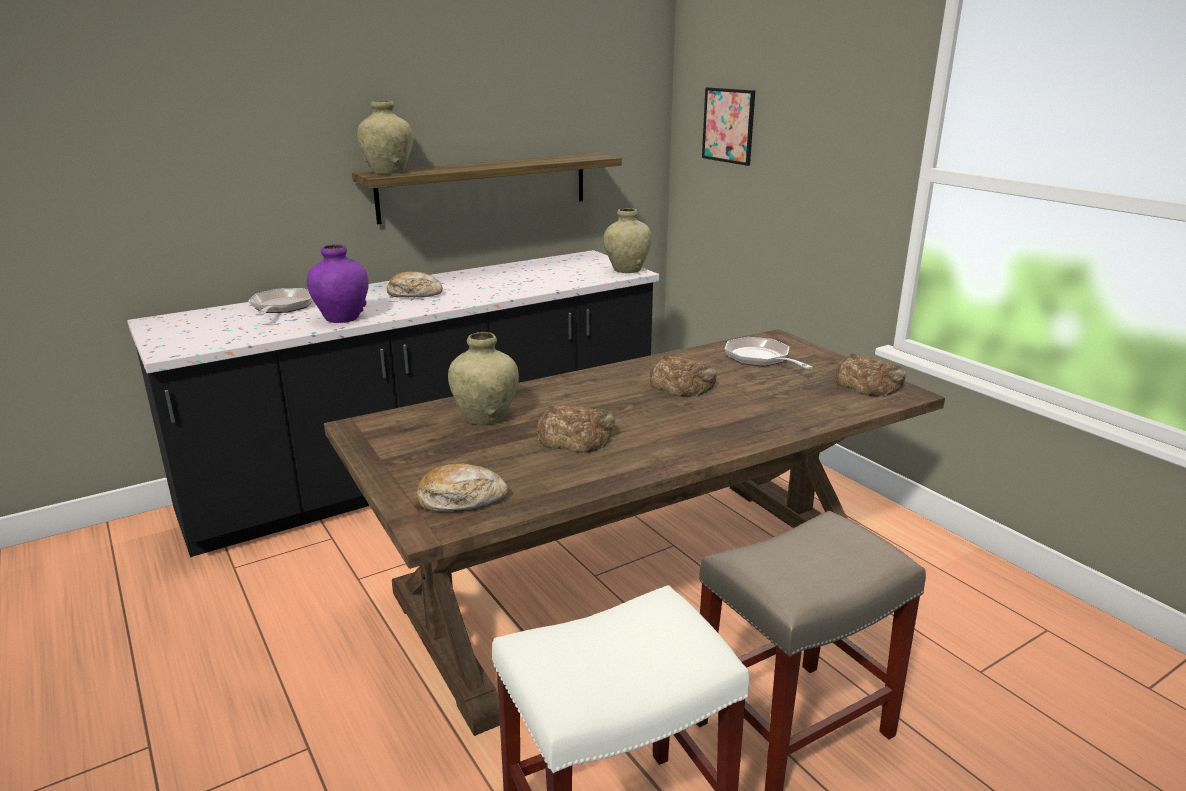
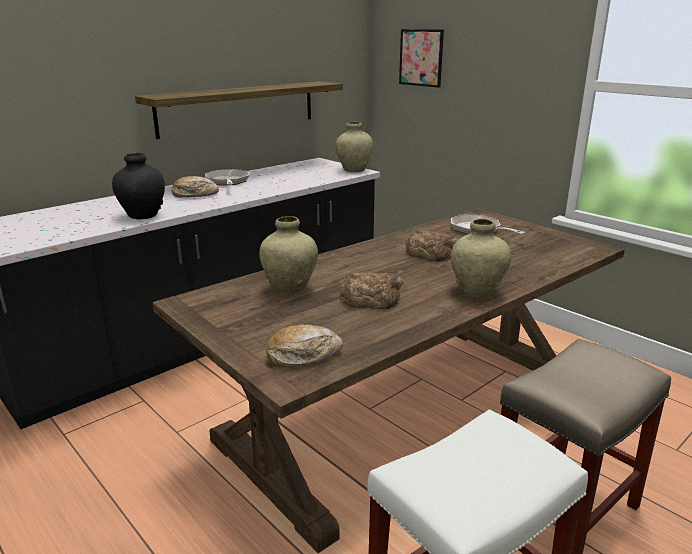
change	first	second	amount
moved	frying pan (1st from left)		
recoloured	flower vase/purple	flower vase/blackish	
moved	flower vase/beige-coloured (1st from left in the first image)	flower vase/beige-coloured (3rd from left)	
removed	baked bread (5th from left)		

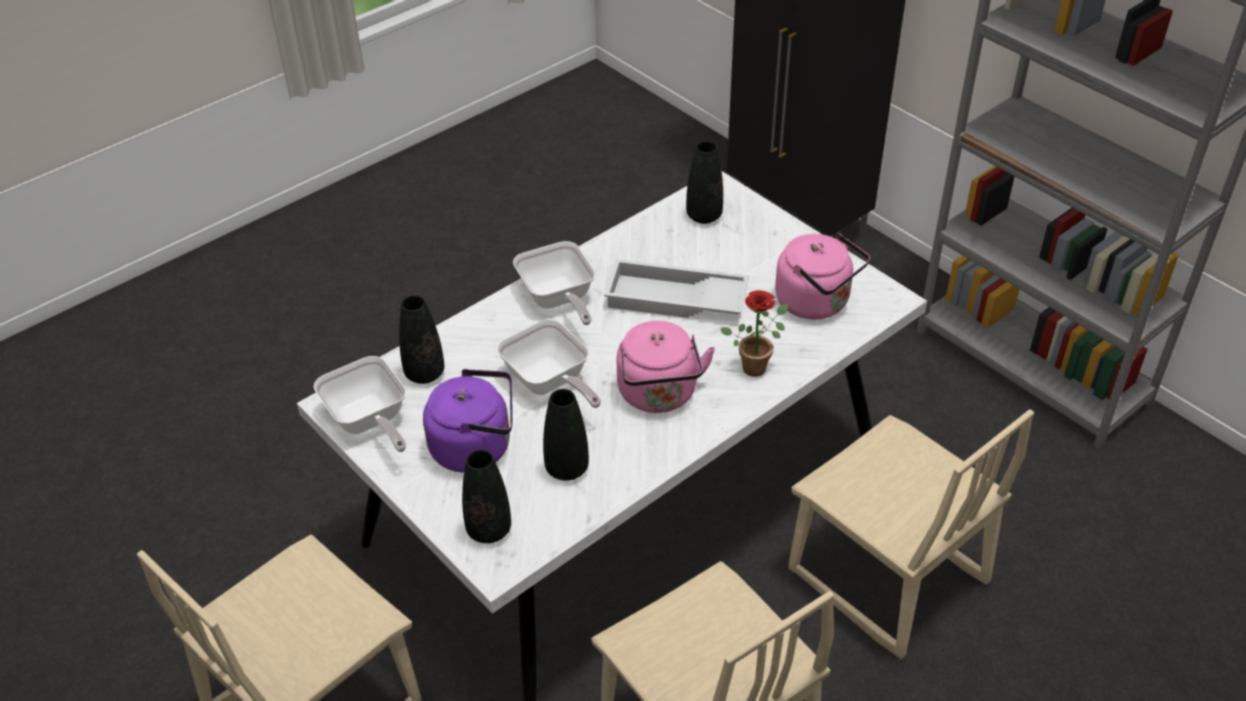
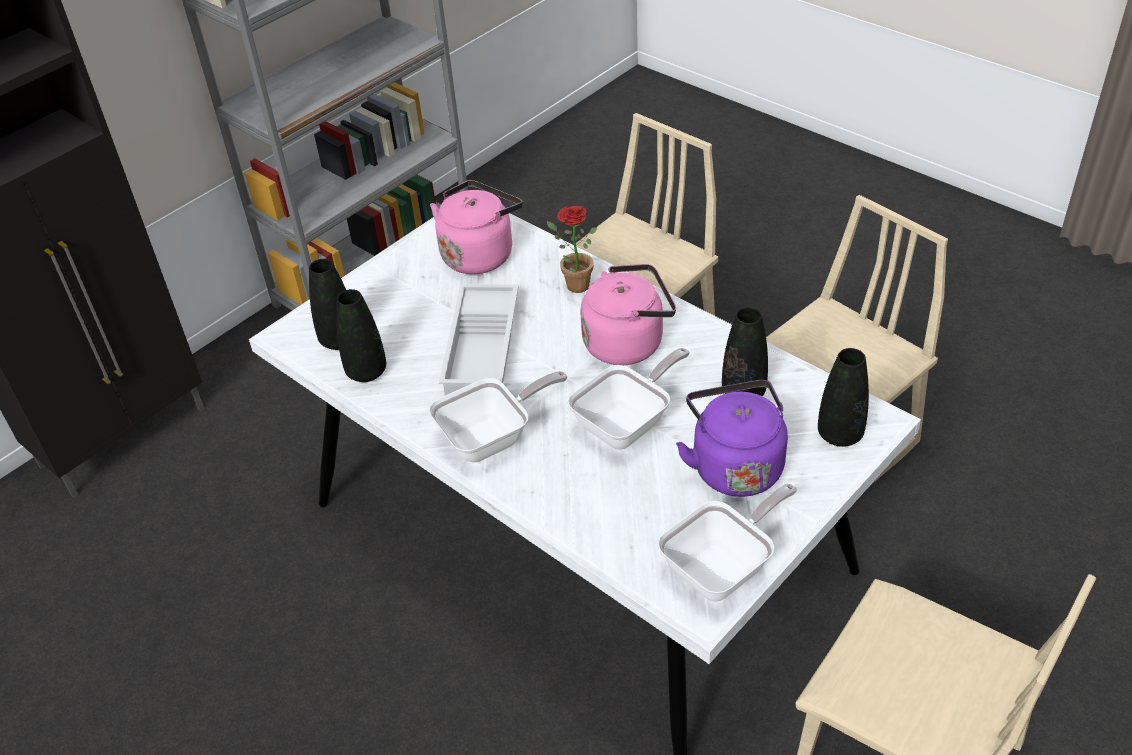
change	first	second	amount
moved	flower vase/blackish (1st from left in the first image)	flower vase/blackish (2nd from left)	

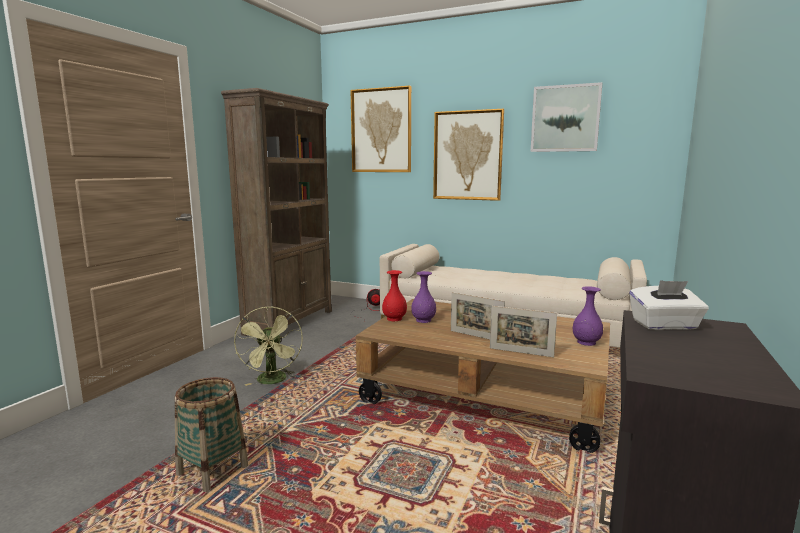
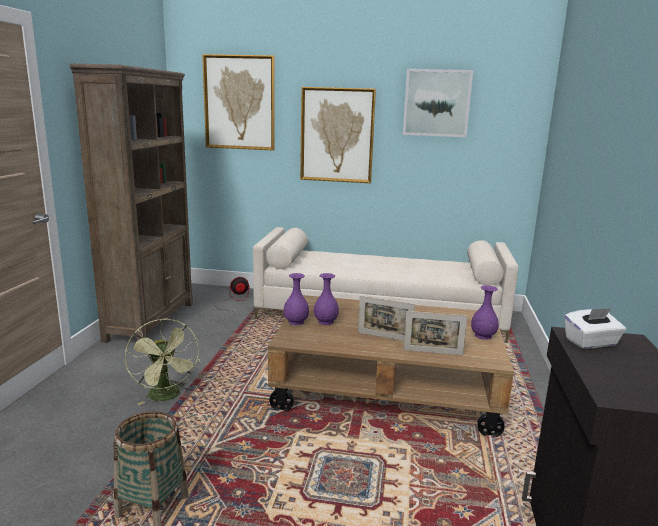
change	first	second	amount
recoloured	flower vase/reddish	flower vase/purple (1st from left)	

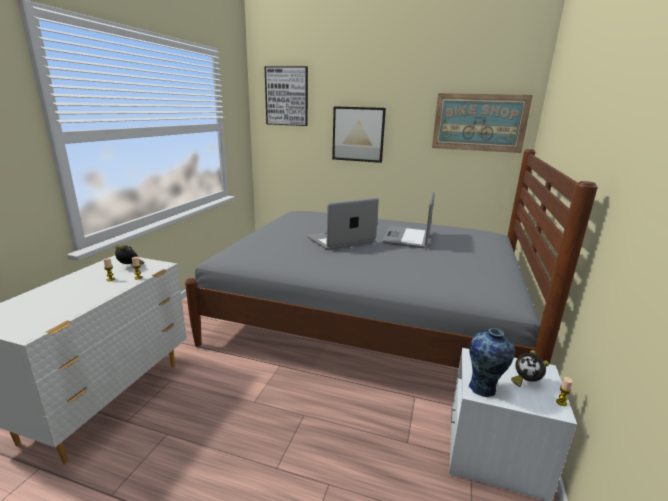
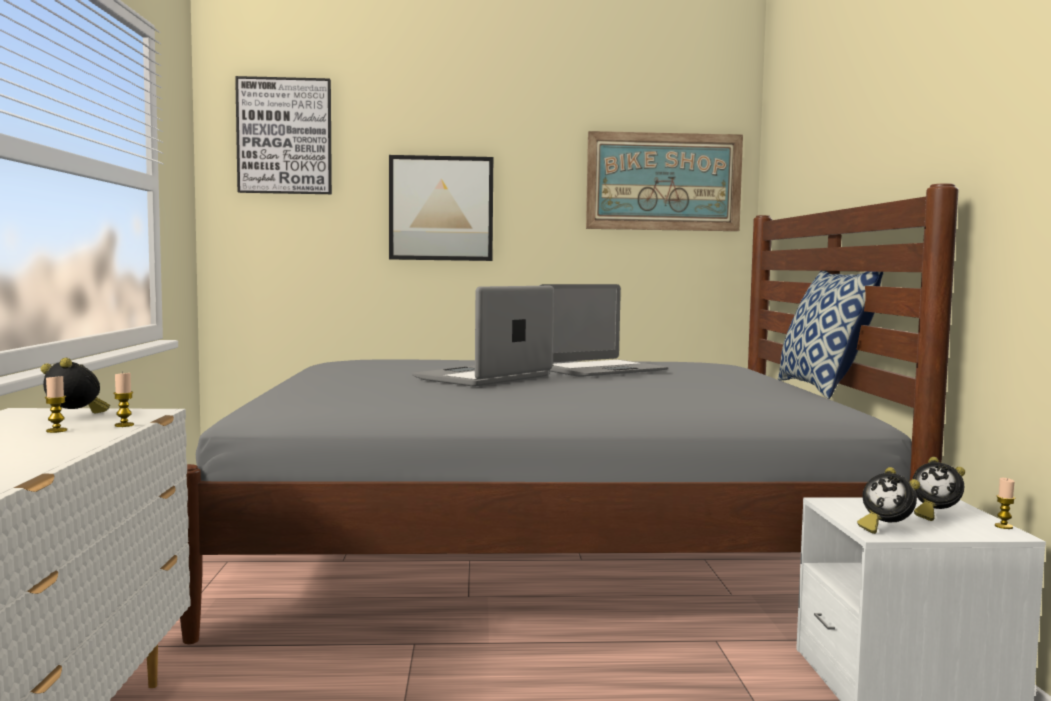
change	first	second	amount
turned	laptop (2nd from left)		120 degrees counterclockwise
replaced	flower vase	table clock (2nd from left)	
added		cushion	

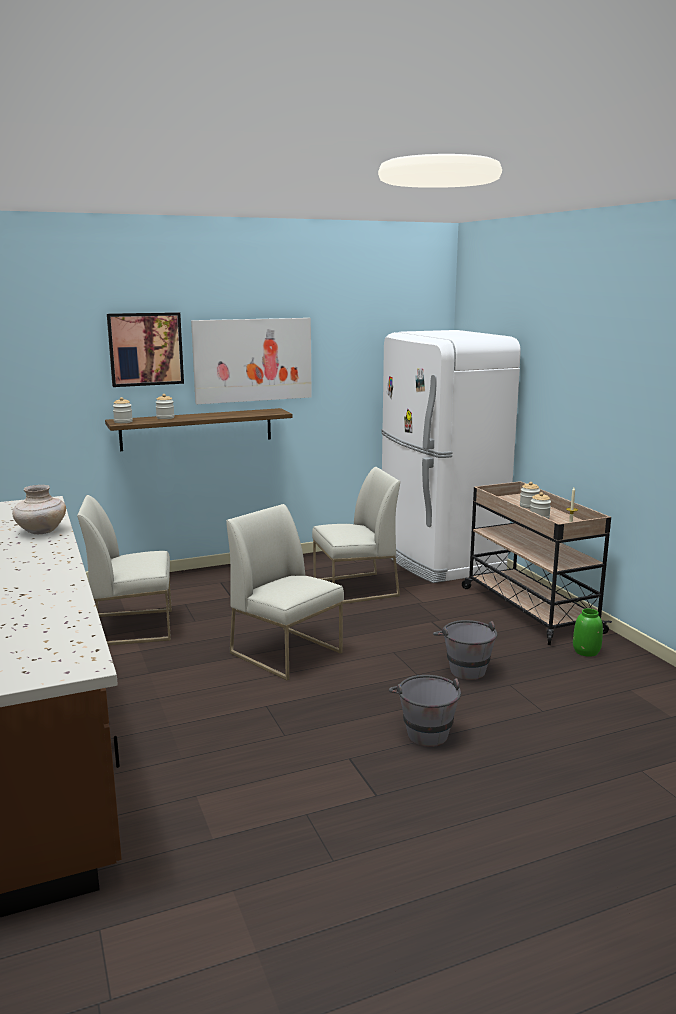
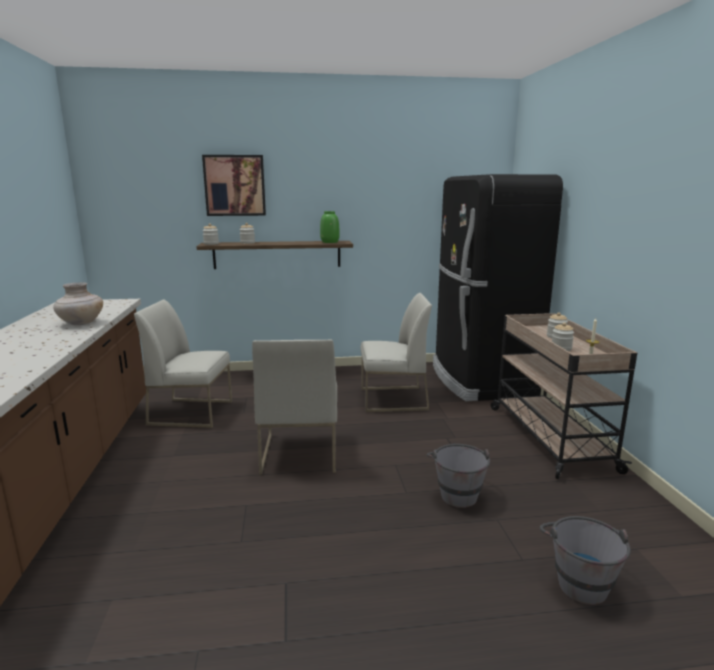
change	first	second	amount
removed	wall picture (2nd from left)		
turned	chair/white-coloured (2nd from left)		150 degrees counterclockwise
recoloured	refrigerator/white-coloured	refrigerator/blackish	
moved	water bucket/greyish (1st from left in the first image)	water bucket/greyish (2nd from left)	
moved	flower vase/greenish		

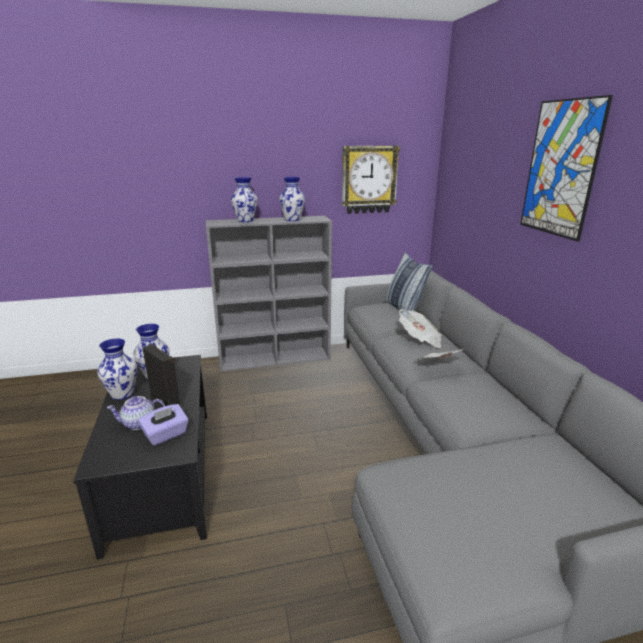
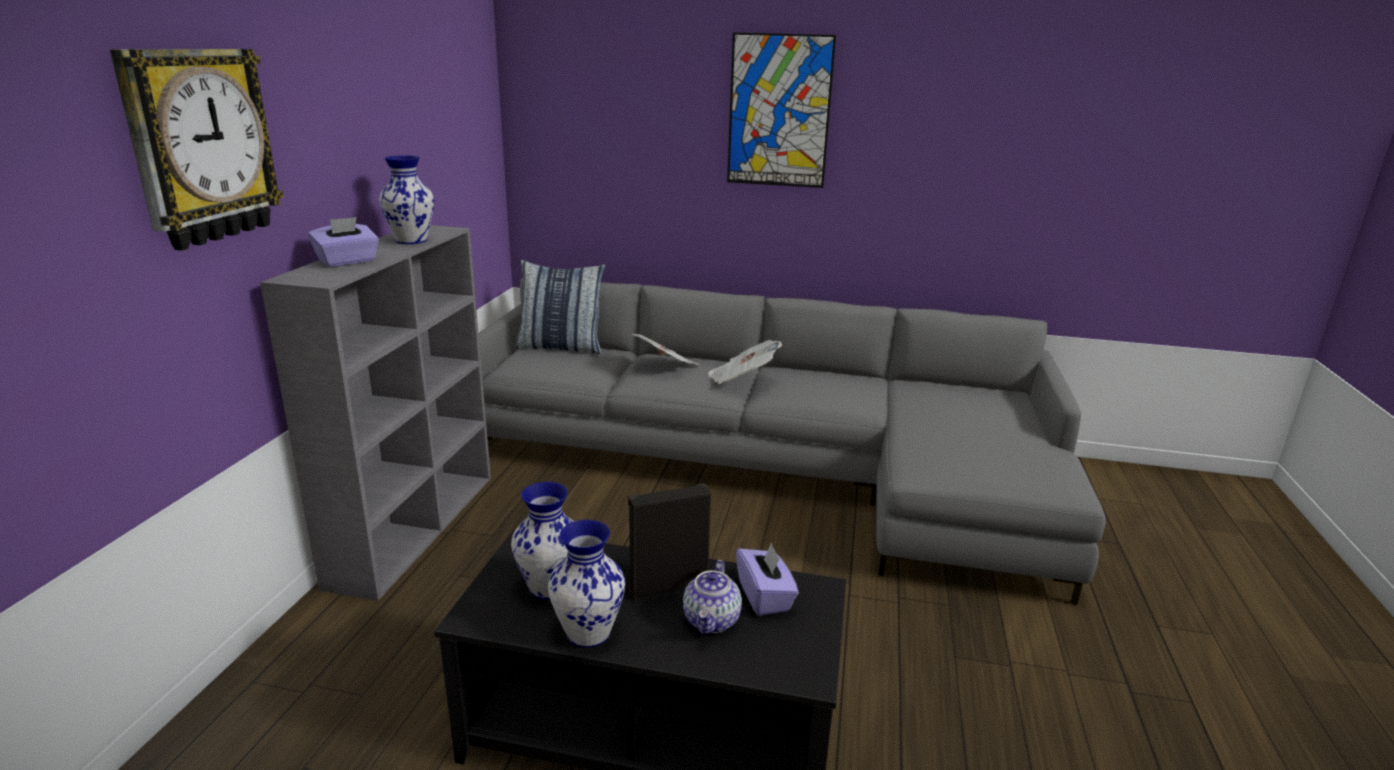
change	first	second	amount
replaced	flower vase (3rd from left)	tissue holder/purple (1st from left)	
moved	clock on the wall		

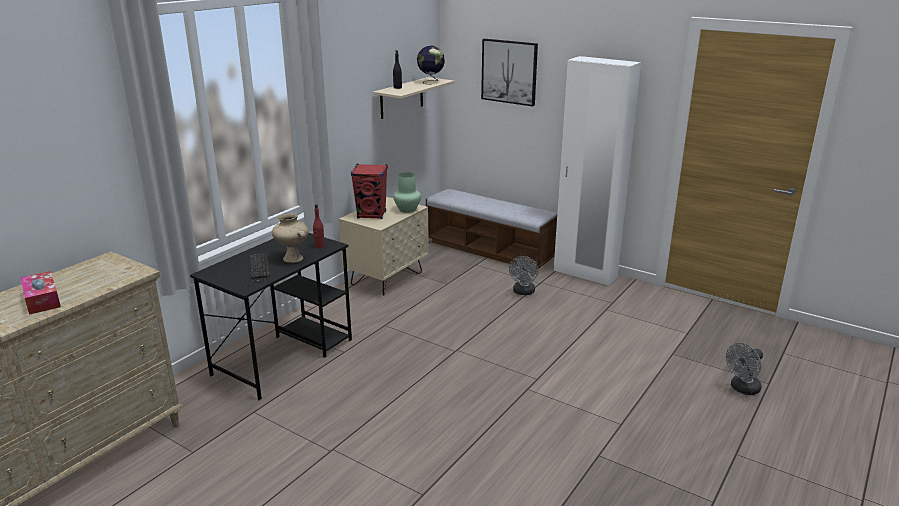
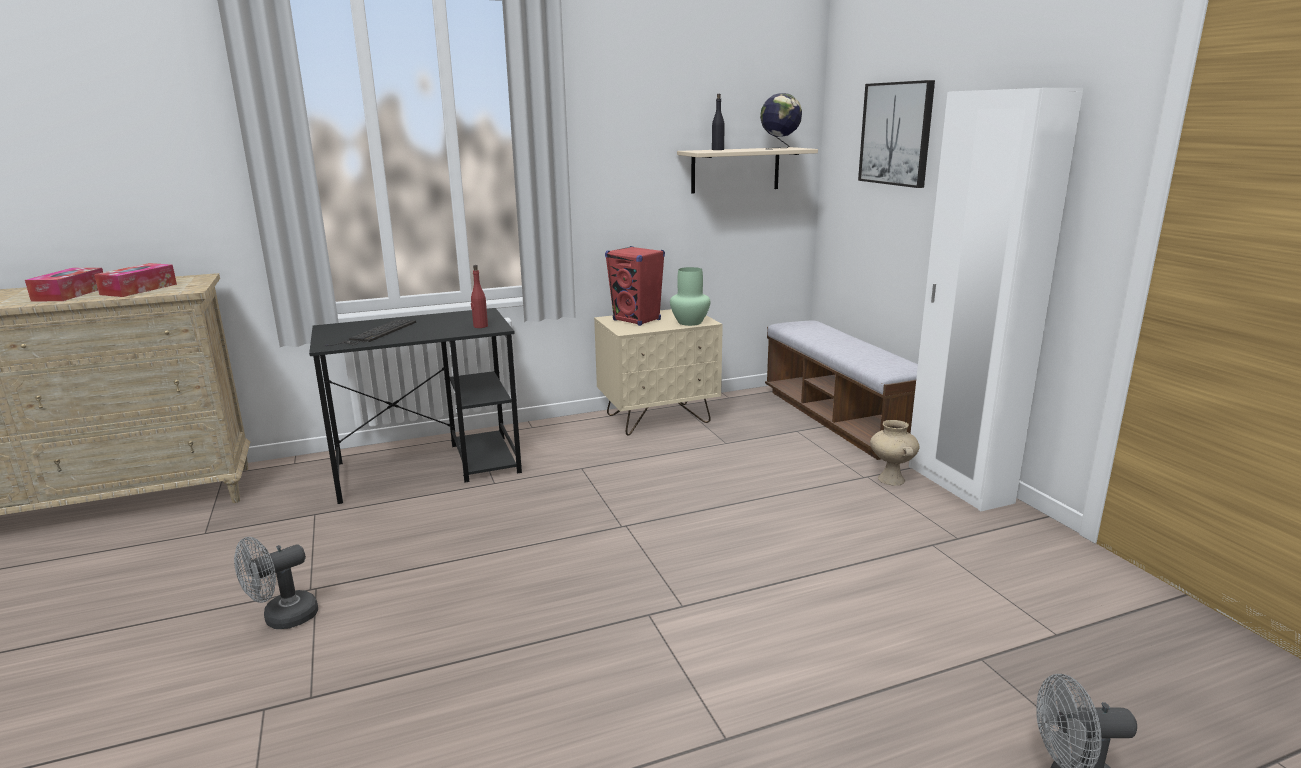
change	first	second	amount
moved	flower vase/beige-coloured		
moved	fan/greyish (1st from left)		
added		tissue holder (2nd from left)	

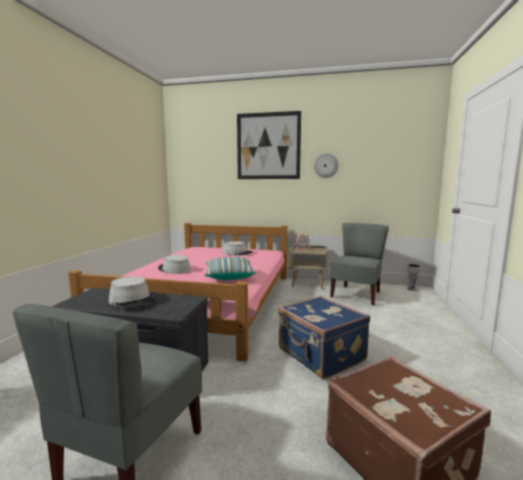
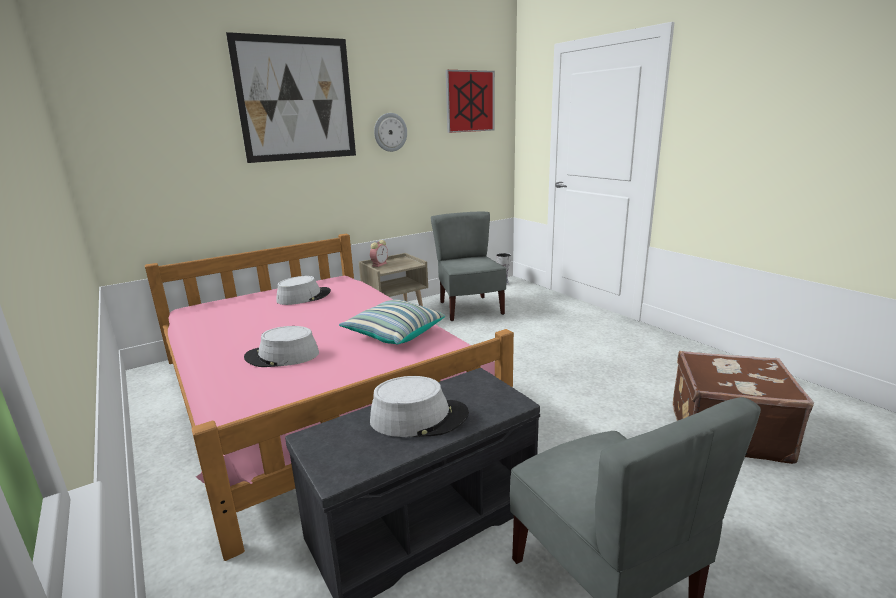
change	first	second	amount
removed	travel case/blue-coloured		
added		wall picture (2nd from left)	

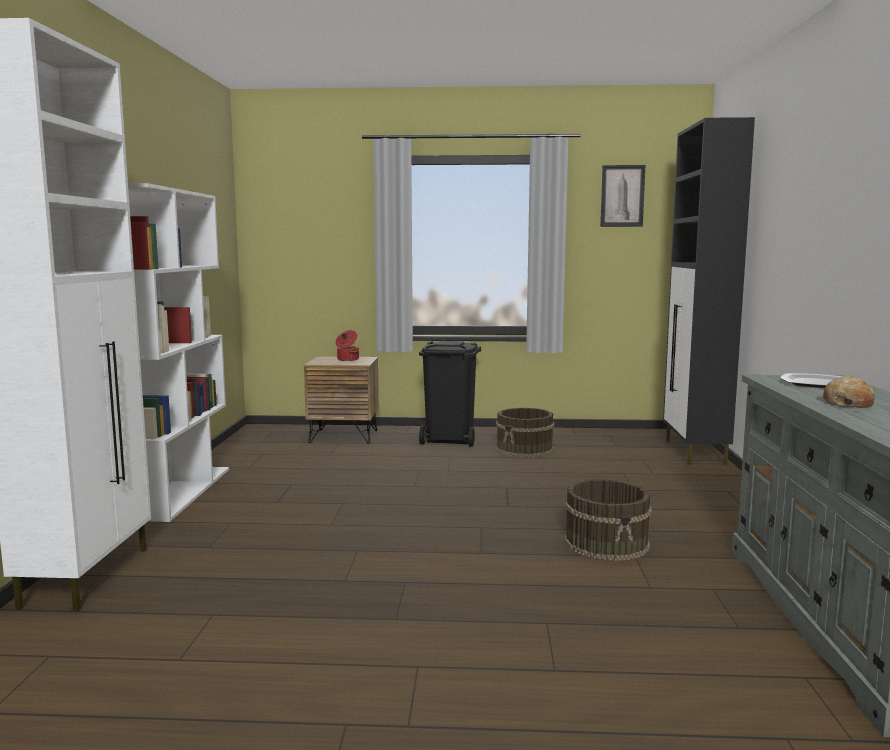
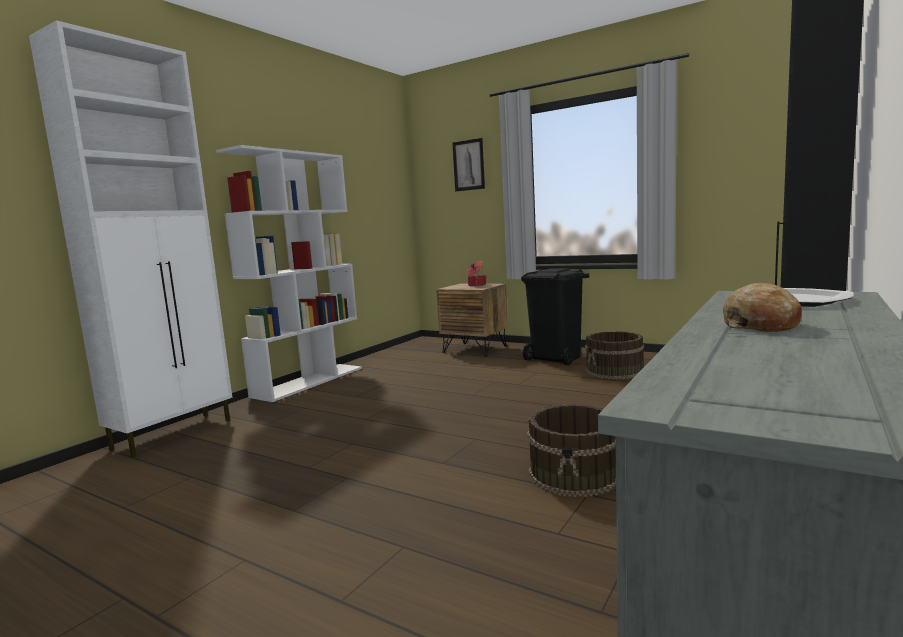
change	first	second	amount
moved	wall picture		

